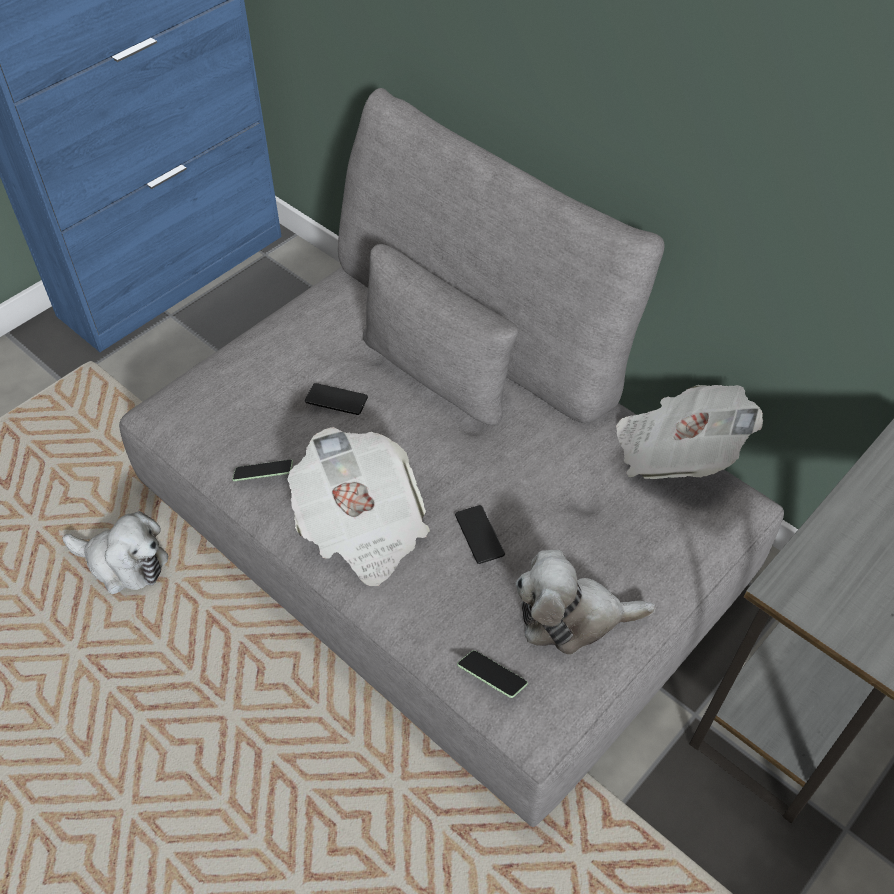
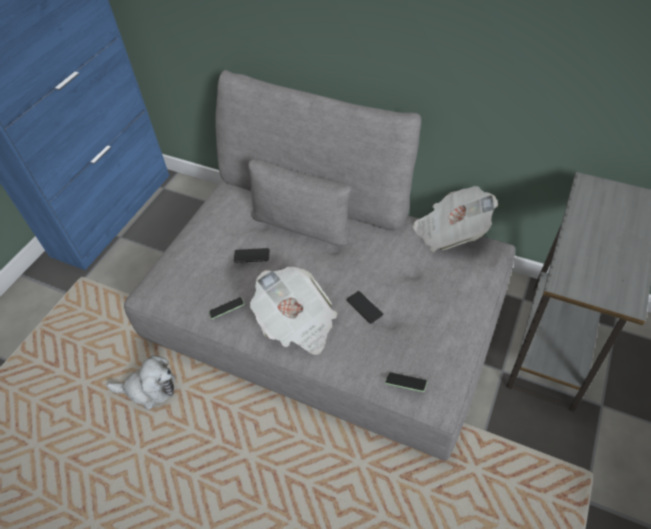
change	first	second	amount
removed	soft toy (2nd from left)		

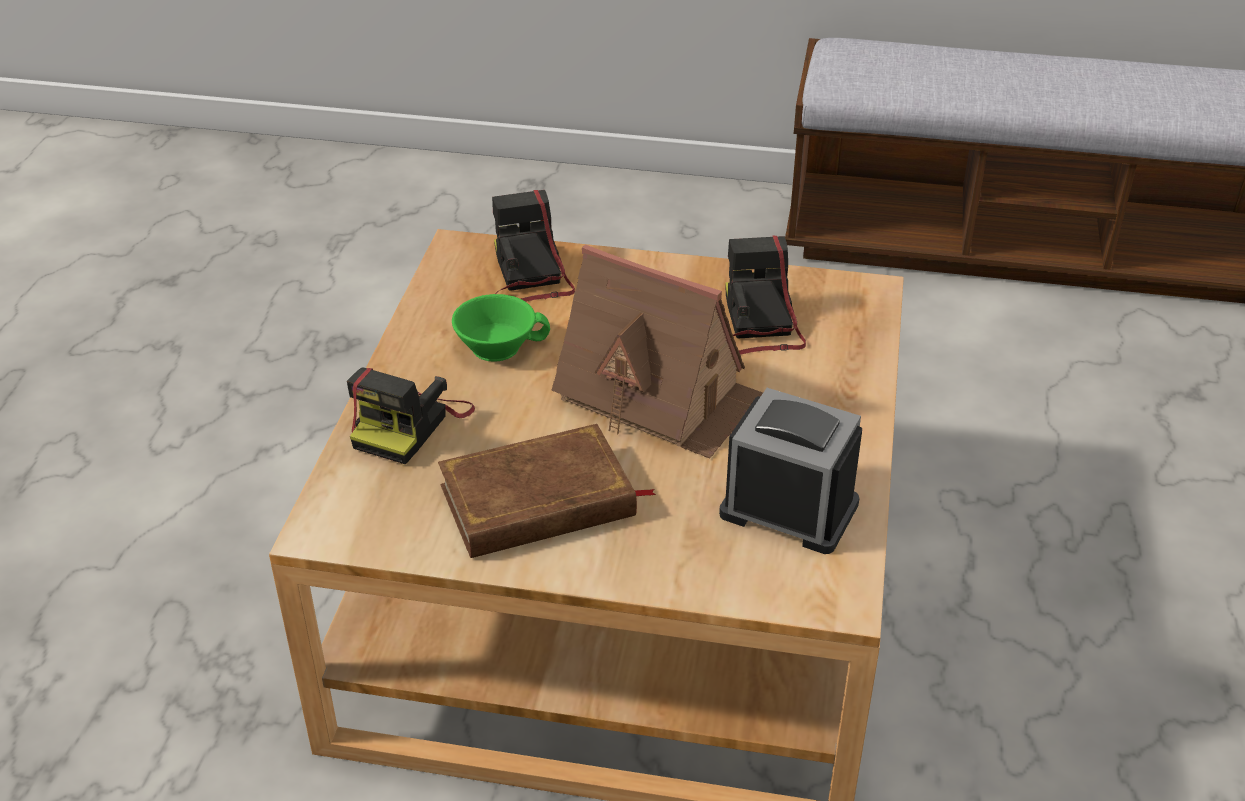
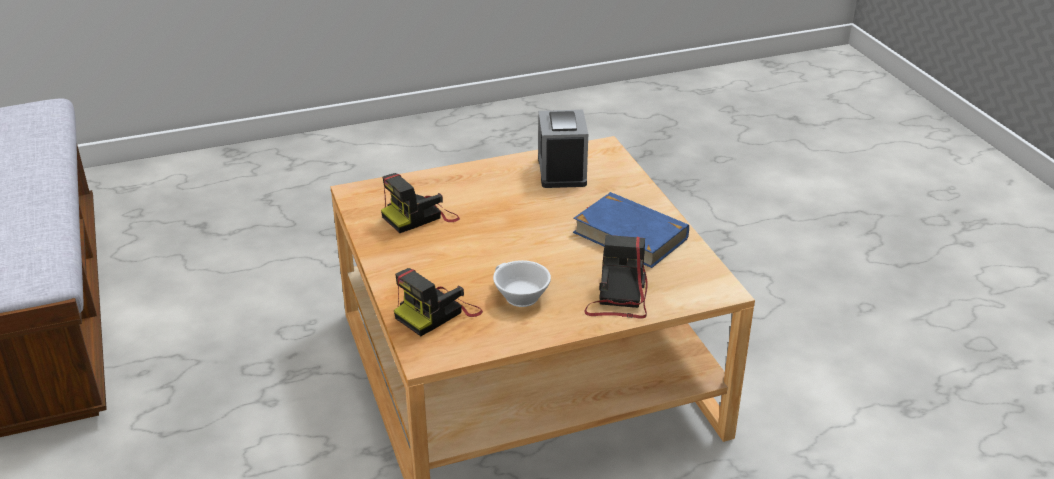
change	first	second	amount
turned	photo camera (1st from left in the first image)	photo camera (3rd from left)	75 degrees counterclockwise
recoloured	volume/brown-coloured	volume/blue-coloured	
recoloured	cup/greenish	cup/white-coloured	
removed	miniature house		

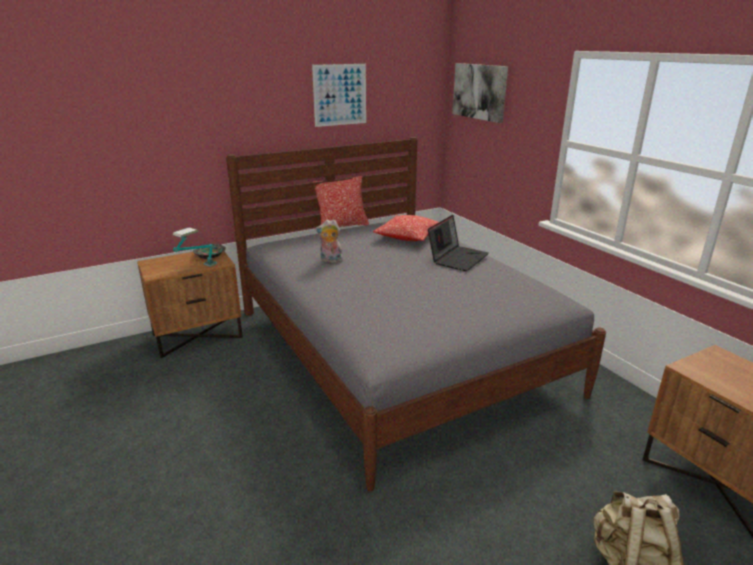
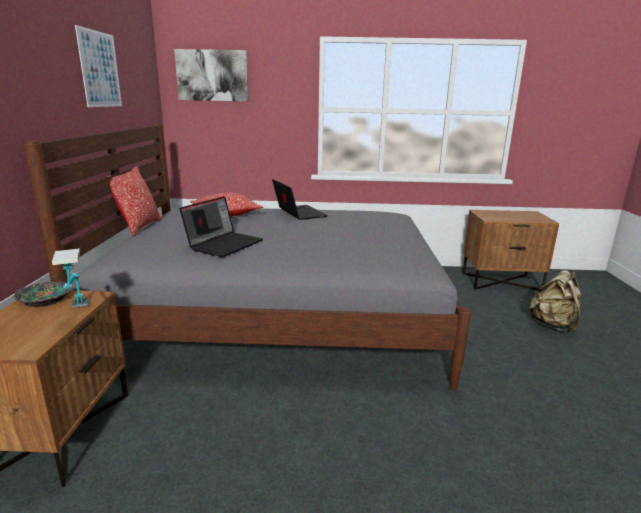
change	first	second	amount
replaced	soft toy	laptop (1st from left)	

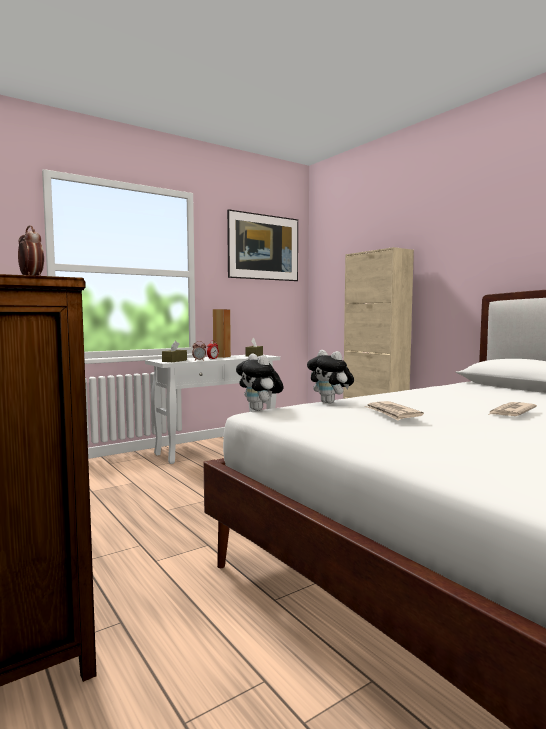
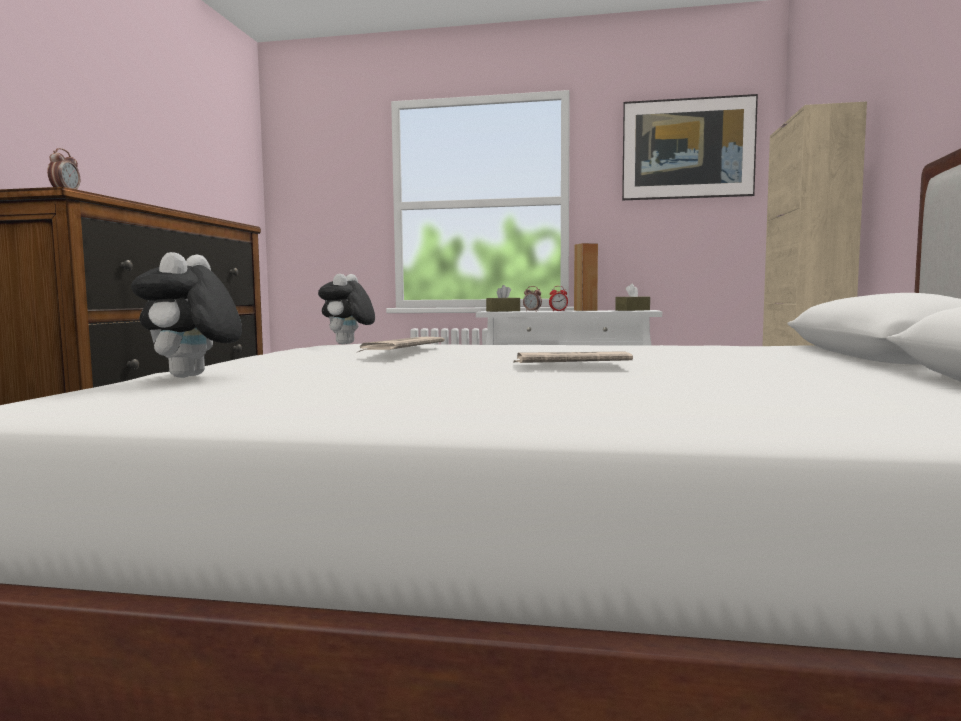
change	first	second	amount
moved	soft toy (2nd from left in the first image)	soft toy (1st from left)	

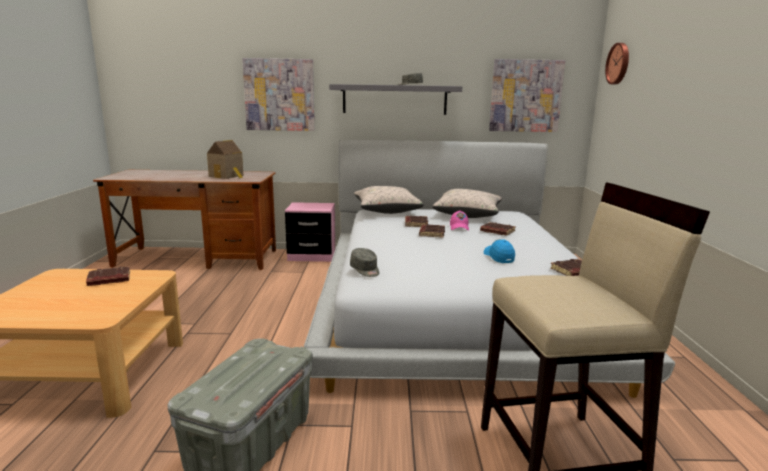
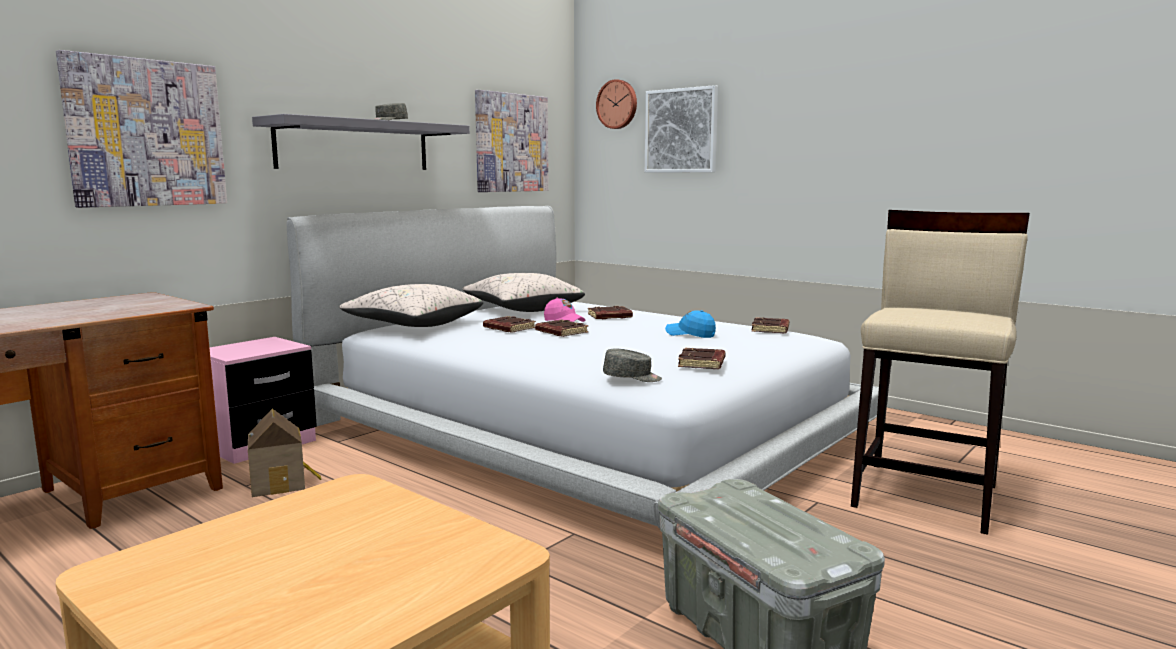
change	first	second	amount
moved	volume/brown-coloured (1st from left in the first image)	volume/brown-coloured (4th from left)	
moved	miniature house		
added		wall picture (3rd from left)	

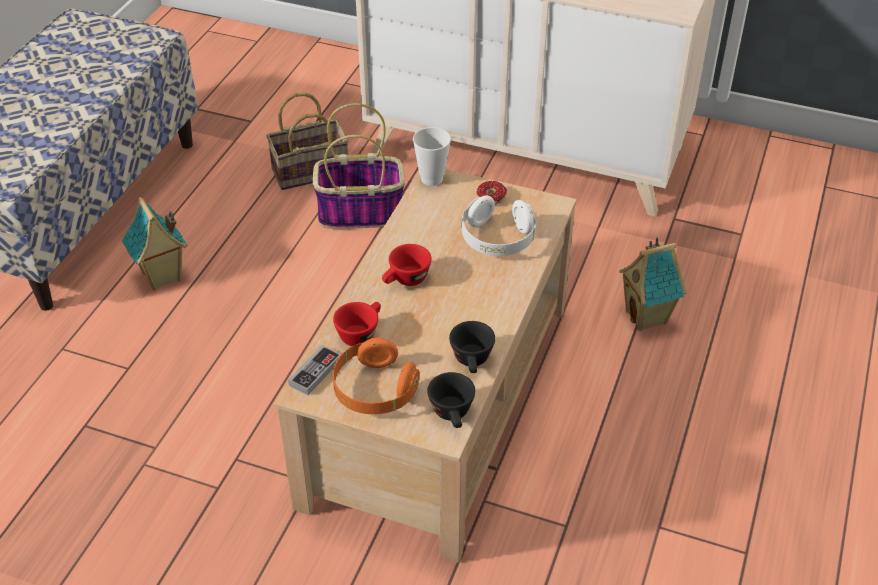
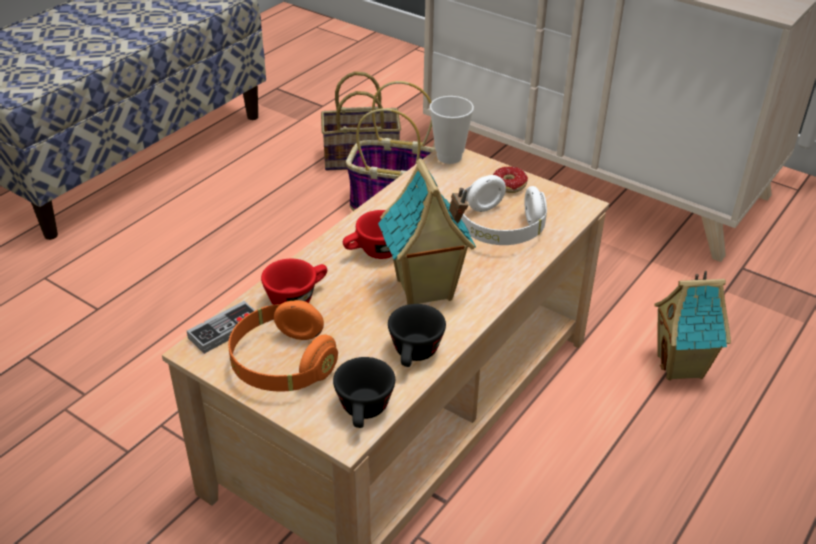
change	first	second	amount
moved	miniature house (1st from left)		

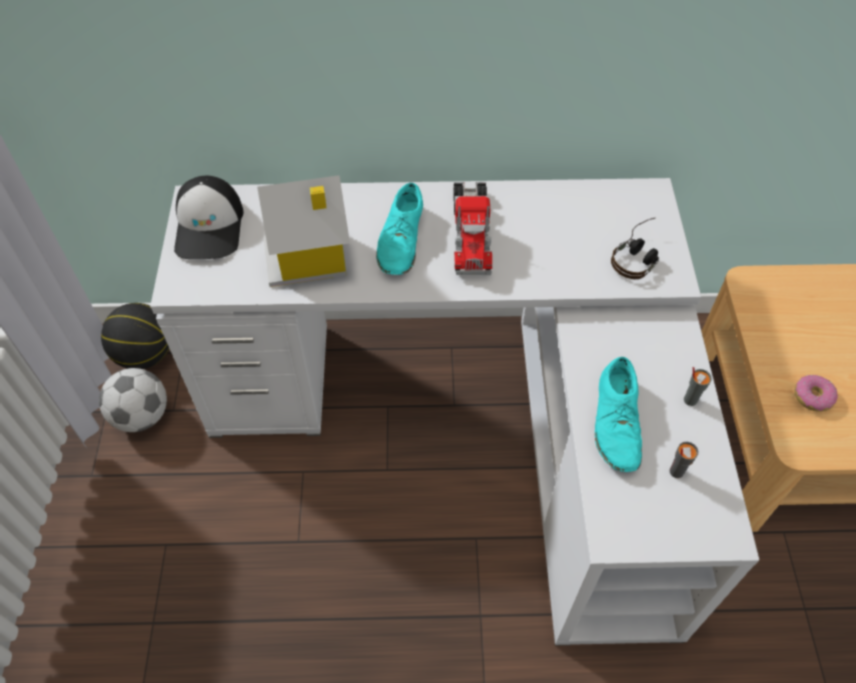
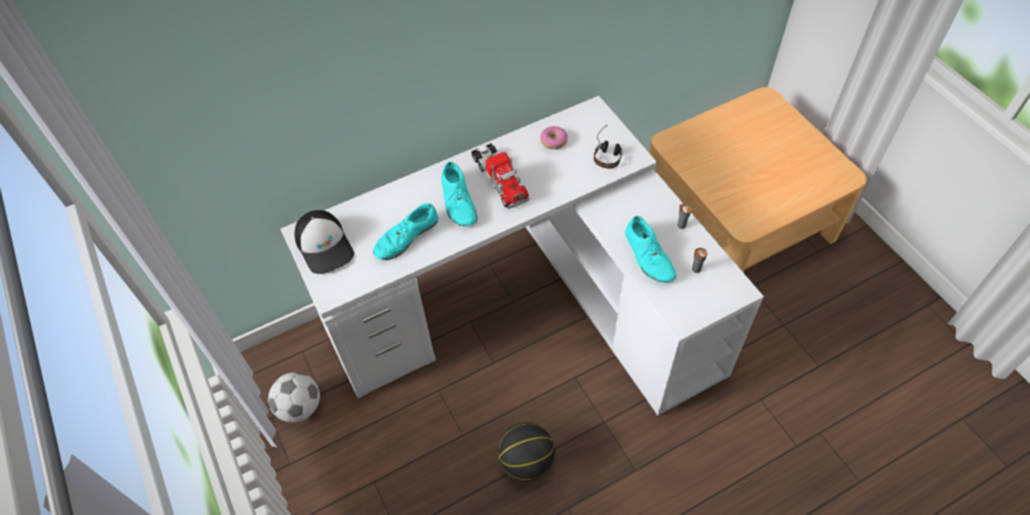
change	first	second	amount
moved	ball for basketball		
replaced	miniature house	shoe/turquoise (1st from left)	
moved	doughnut		

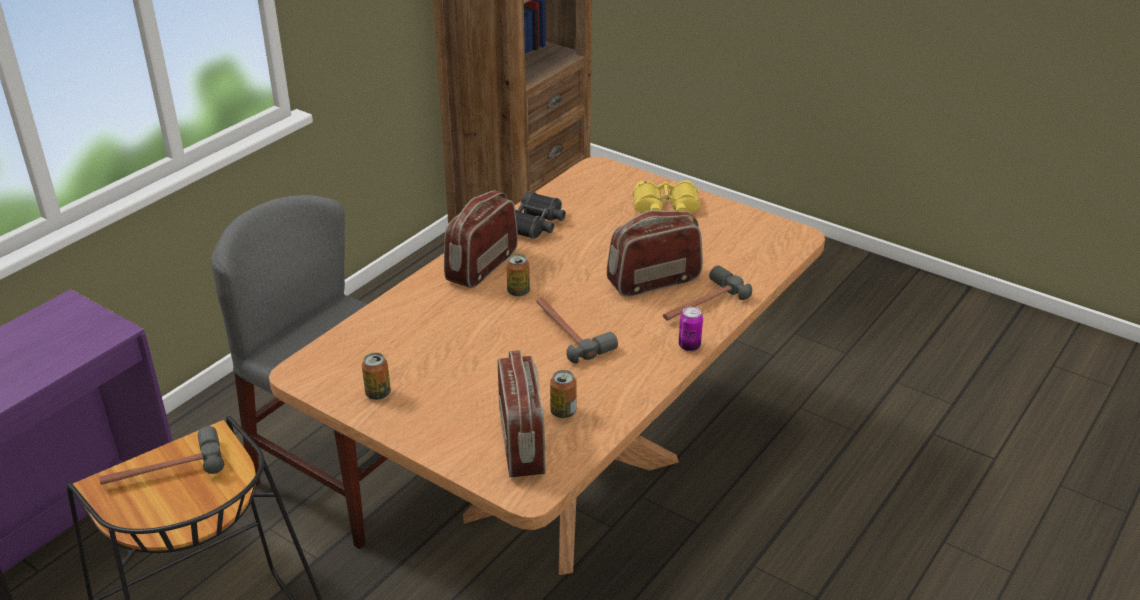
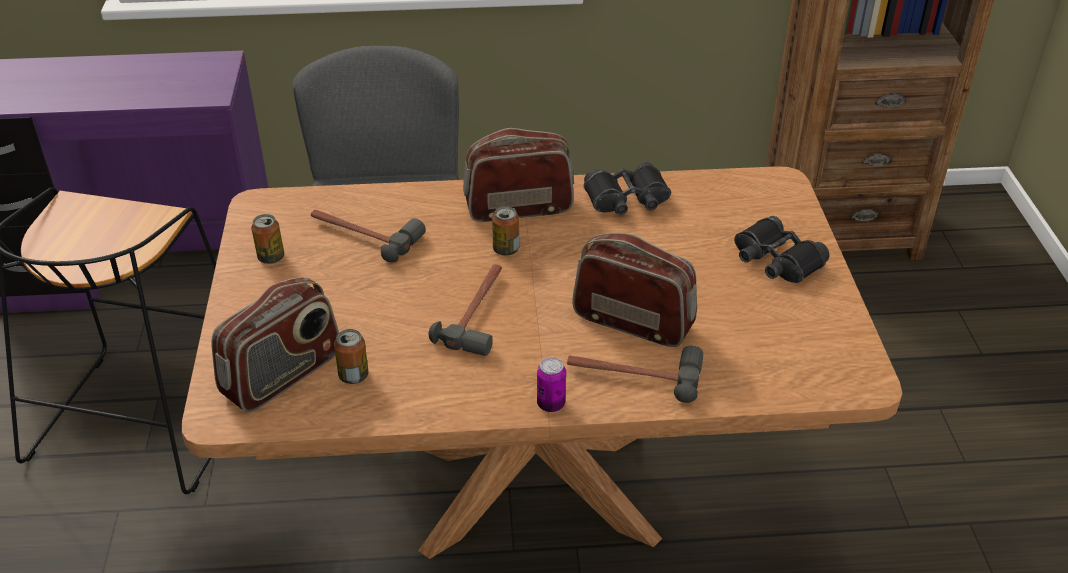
change	first	second	amount
moved	hand hammer (1st from left)		
recoloured	field glasses/yellow-coloured	field glasses/blackish (2nd from left)	

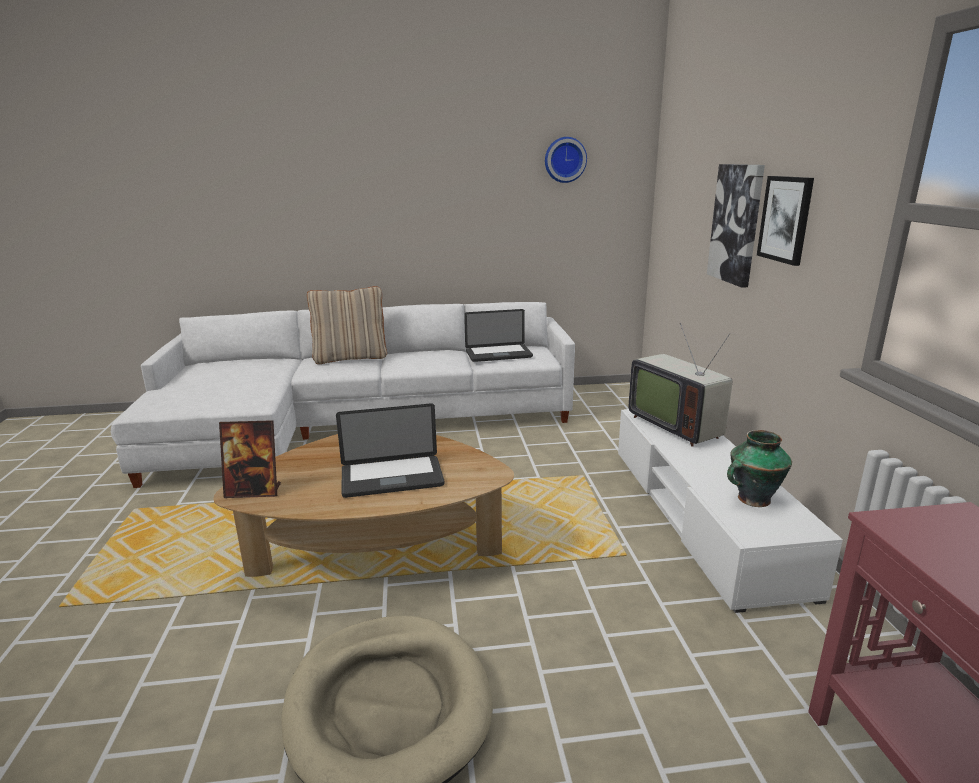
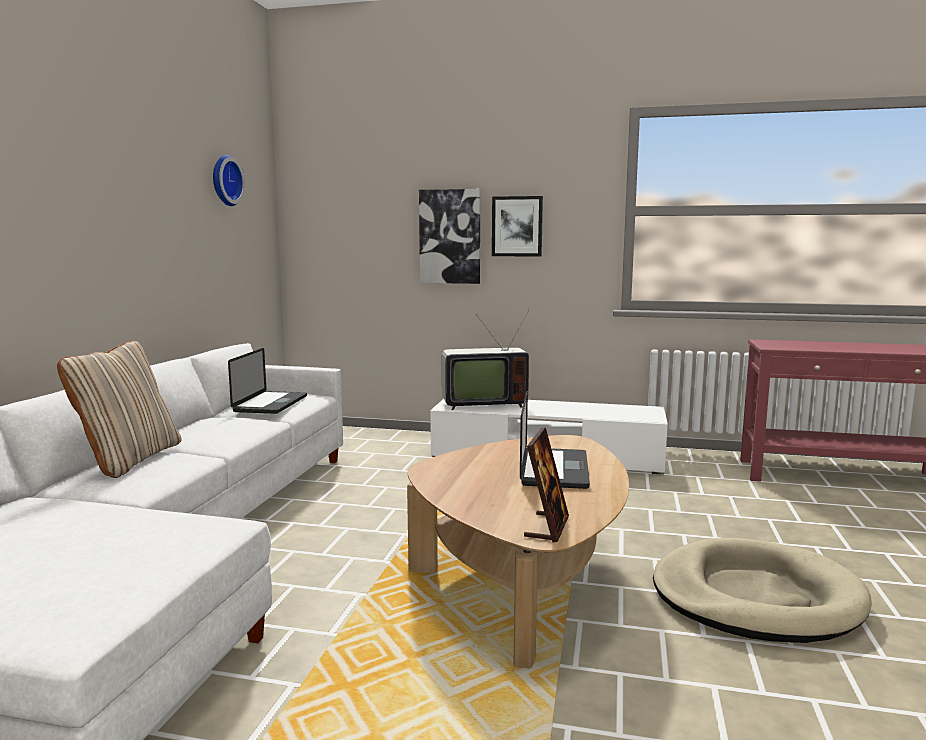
change	first	second	amount
removed	flower vase		

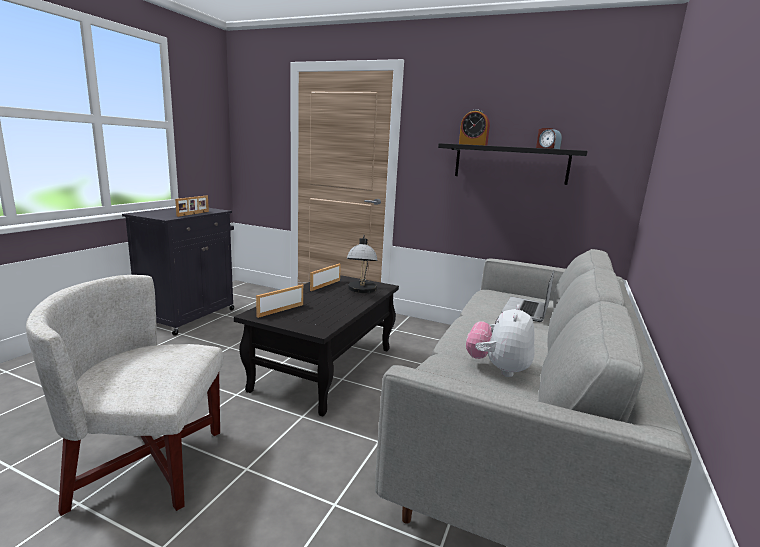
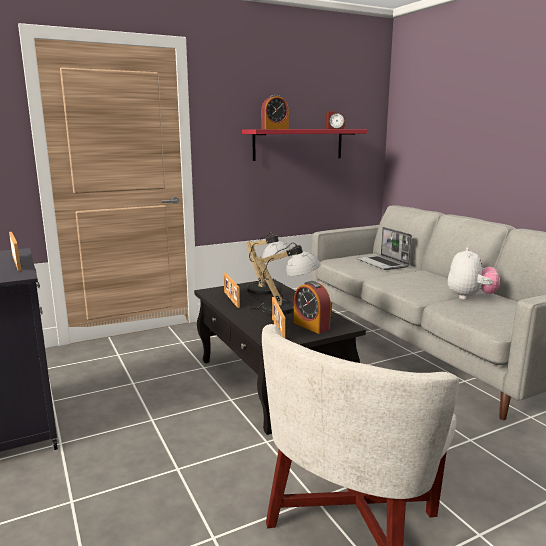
change	first	second	amount
recoloured	shelf/blackish	shelf/reddish	
turned	soft toy		135 degrees counterclockwise
added		lamp for a table (2nd from left)	
added		table clock (2nd from left)	

